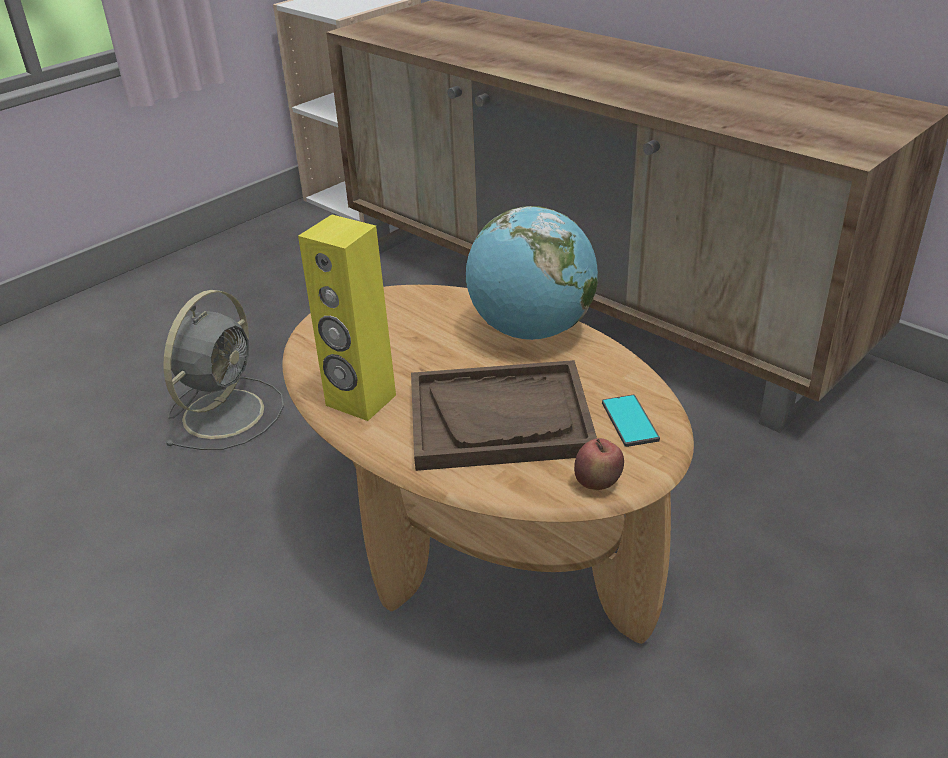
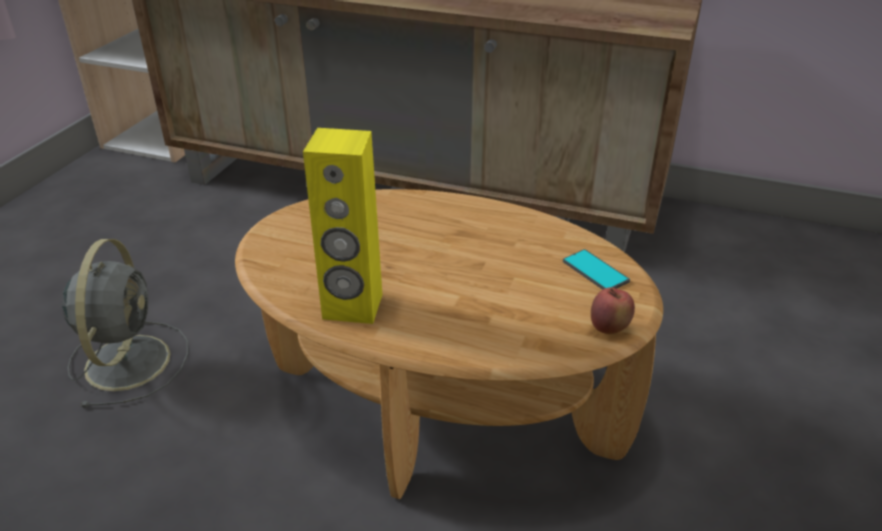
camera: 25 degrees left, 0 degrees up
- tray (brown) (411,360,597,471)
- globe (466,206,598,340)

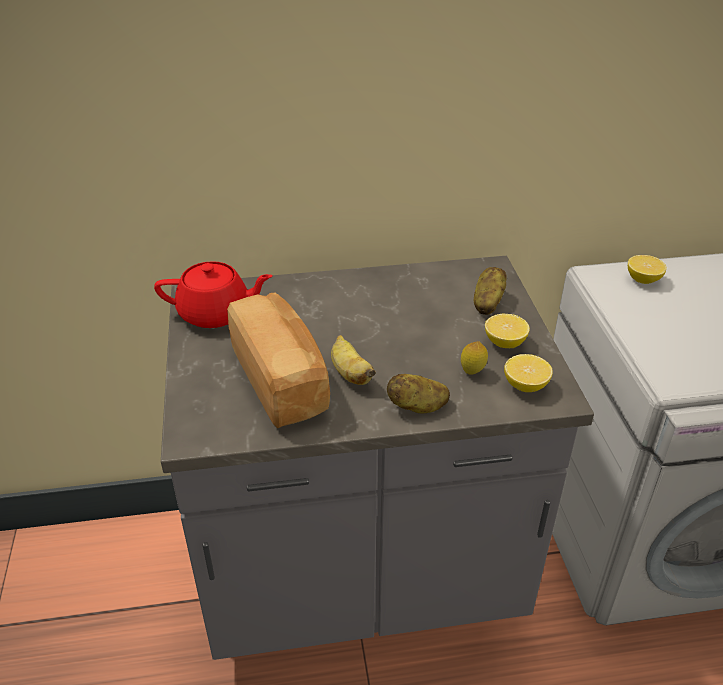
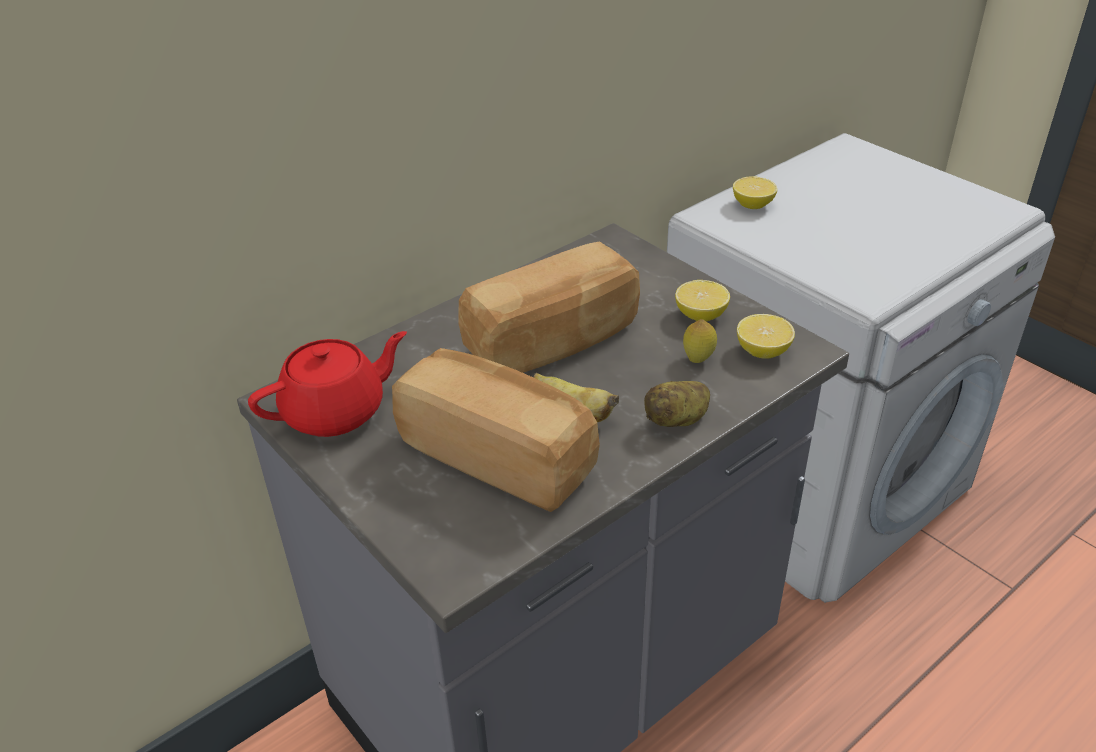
camera: 30 degrees left, 0 degrees up
+ bread (458,242,640,373)
- potato (474,267,507,315)

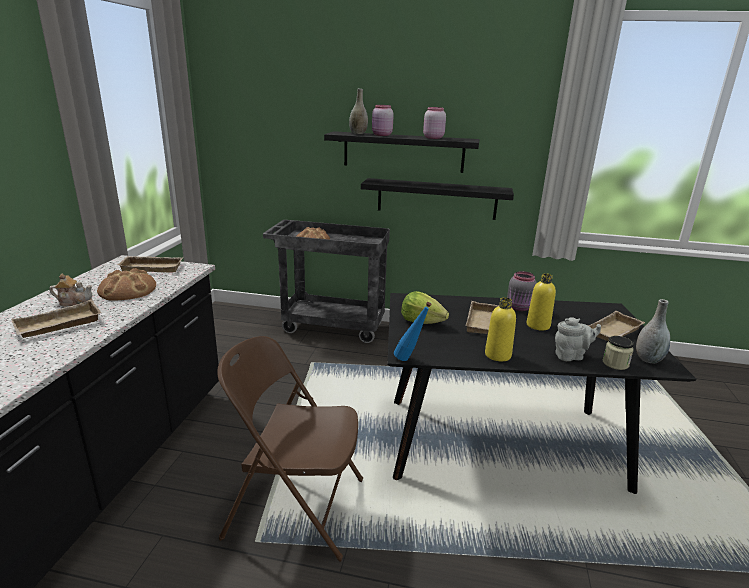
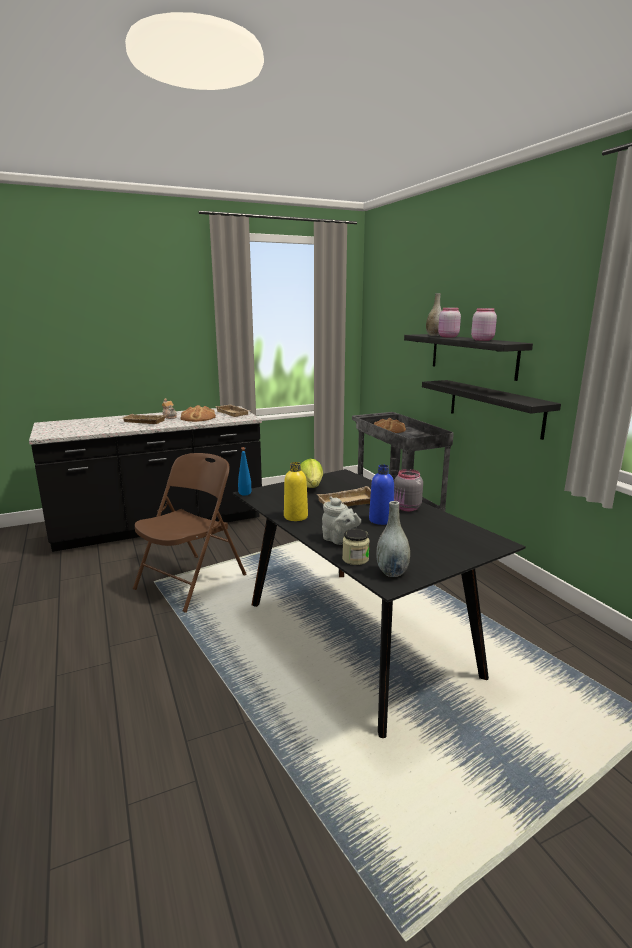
camera: 55 degrees right, 5 degrees down
~ chair (brown) (217,336,363,562) = (133,453,247,613) 60 degrees clockwise
~ bottle (yellow) (526,273,556,330) to bottle (blue) (369,465,394,525)
- tray (beige) (588,311,645,341)

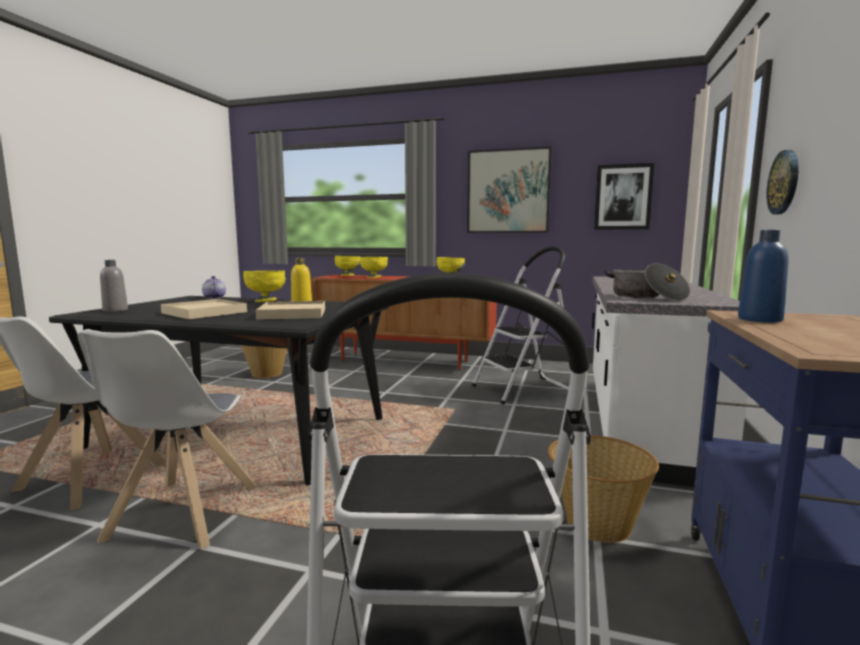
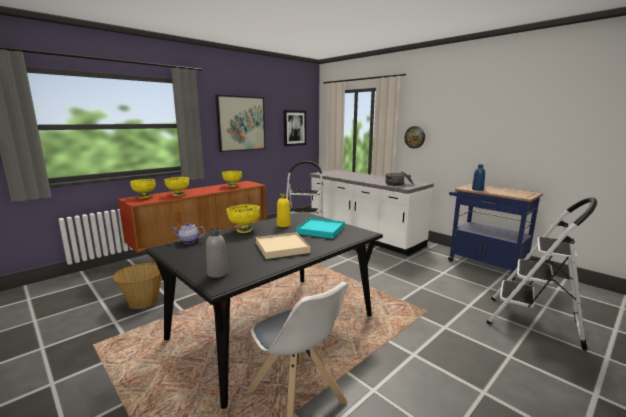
camera: 60 degrees left, 5 degrees up
~ tray (beige) (256,301,325,320) to tray (turquoise) (296,218,345,239)
- chair (77,329,257,549)
- basket (548,435,659,543)

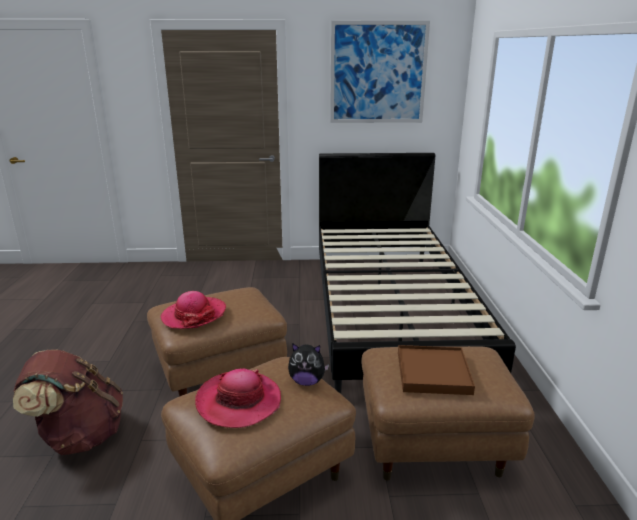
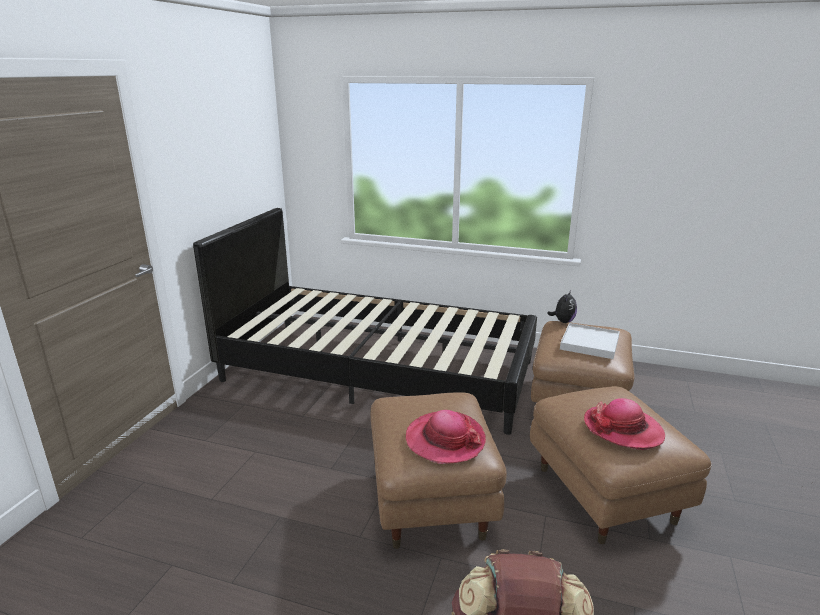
camera: 70 degrees left, 0 degrees up
~ plush toy (288,343,329,386) to (547,291,577,323)
~ tray (brown) (398,345,475,395) to tray (white) (560,323,620,359)
- picture (330,21,430,123)

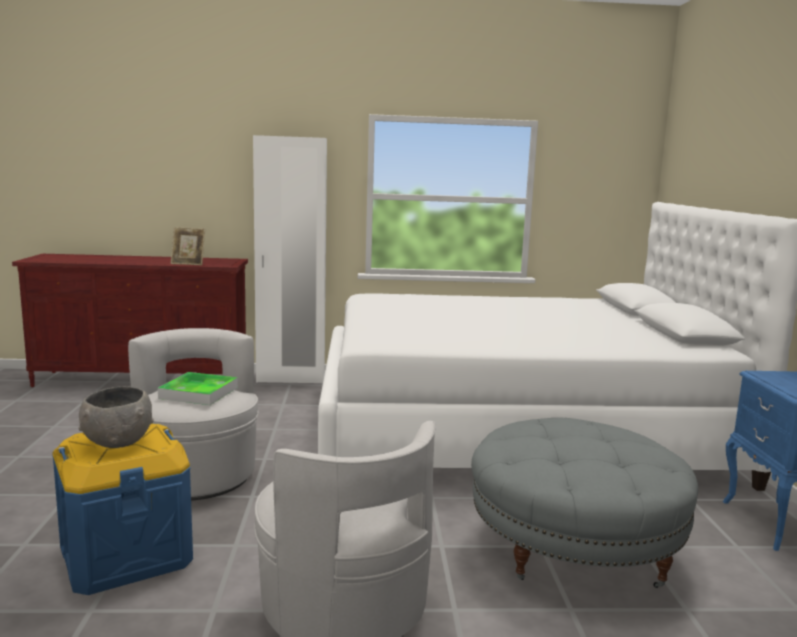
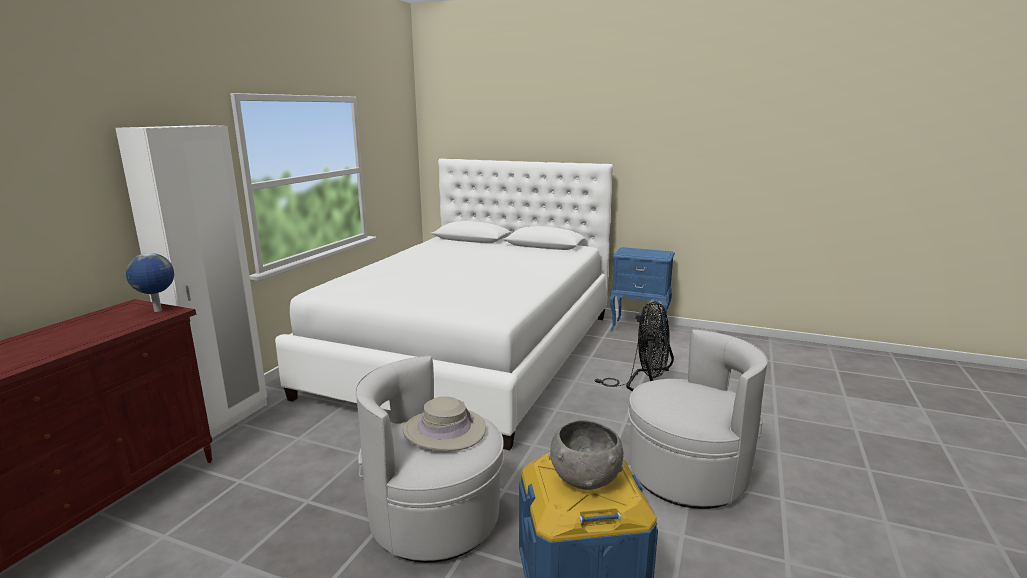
camera: 65 degrees left, 5 degrees up
+ globe (126,253,174,312)
~ tray (158,372,238,405) to hat (beige) (403,396,486,451)
~ ottoman (grey) (471,418,698,588) to fan (black) (595,301,674,391)
- picture frame (171,227,205,265)

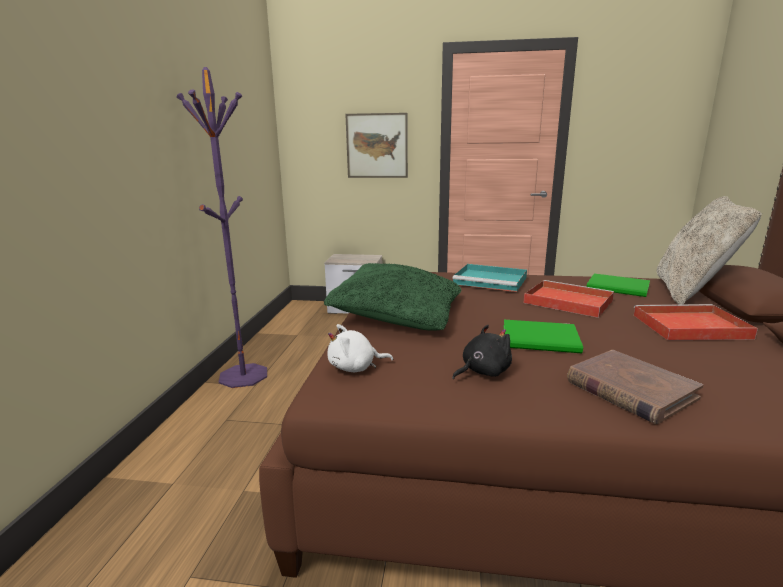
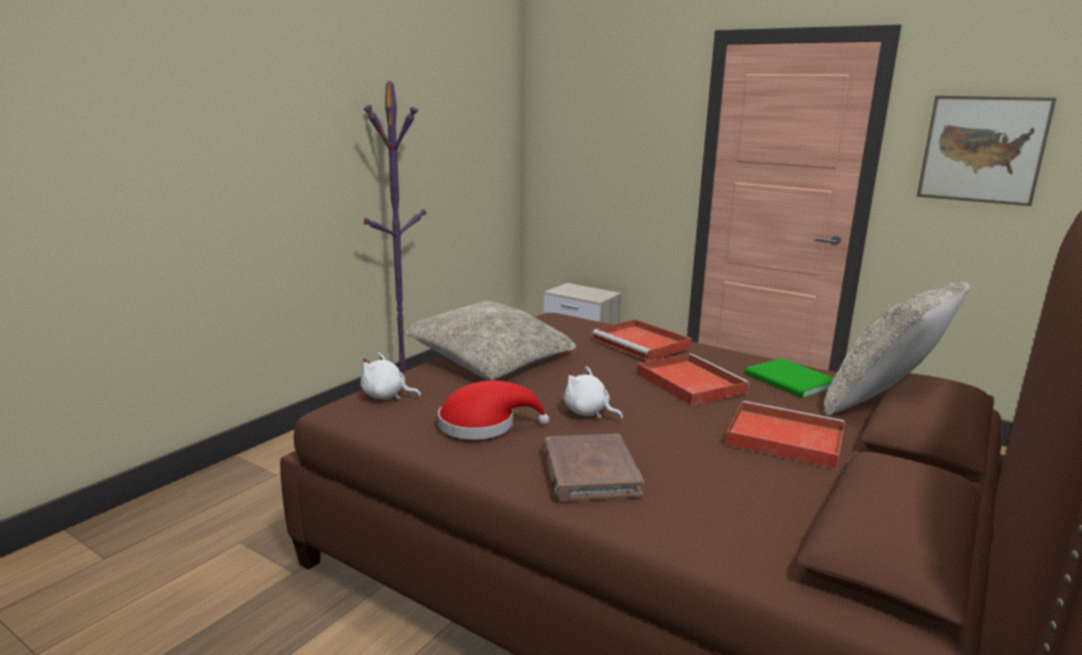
camera: 25 degrees right, 0 degrees up
~ pillow (green) (324,263,461,331) to pillow (beige) (405,301,576,380)
~ plush toy (black) (452,325,512,379) to hat (red) (438,380,549,439)
~ book (green) (504,320,583,353) to plush toy (white) (564,366,623,419)
~ tray (turquoise) (453,264,527,292) to tray (red) (592,319,691,361)
~ picture (345,113,408,178) to (917,96,1056,206)

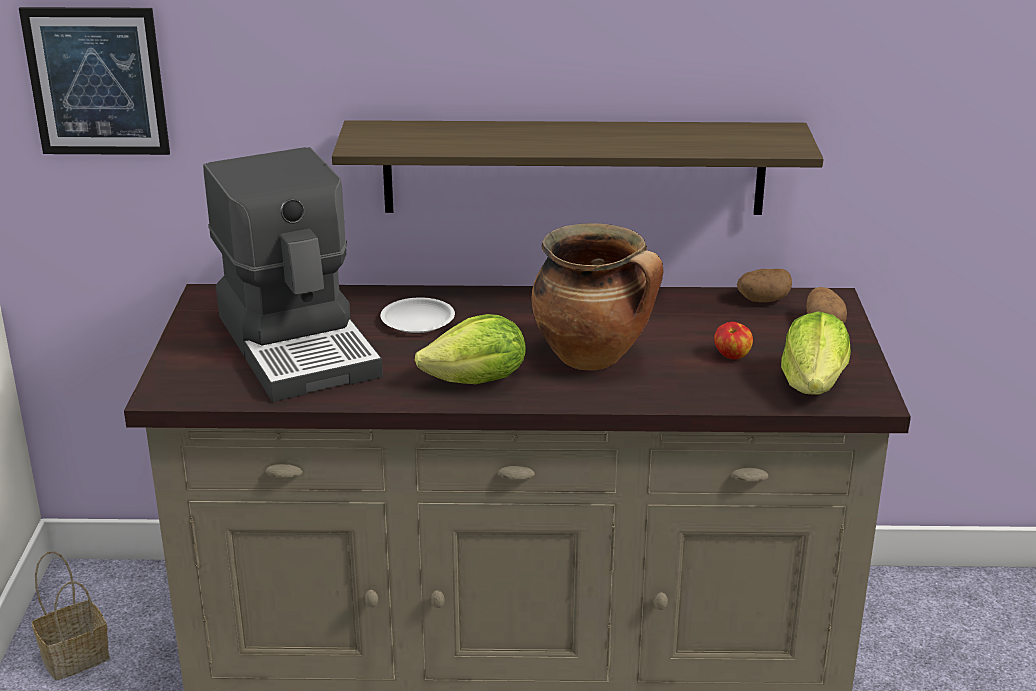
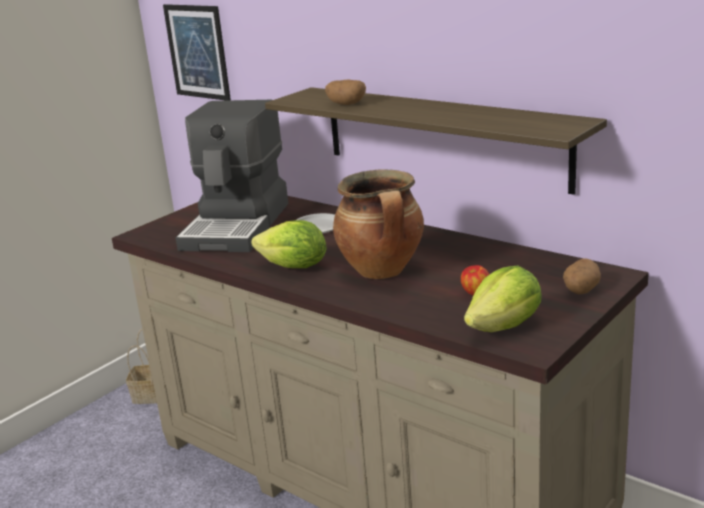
camera: 40 degrees right, 5 degrees down
~ potato (737,269,792,302) to (325,79,366,105)

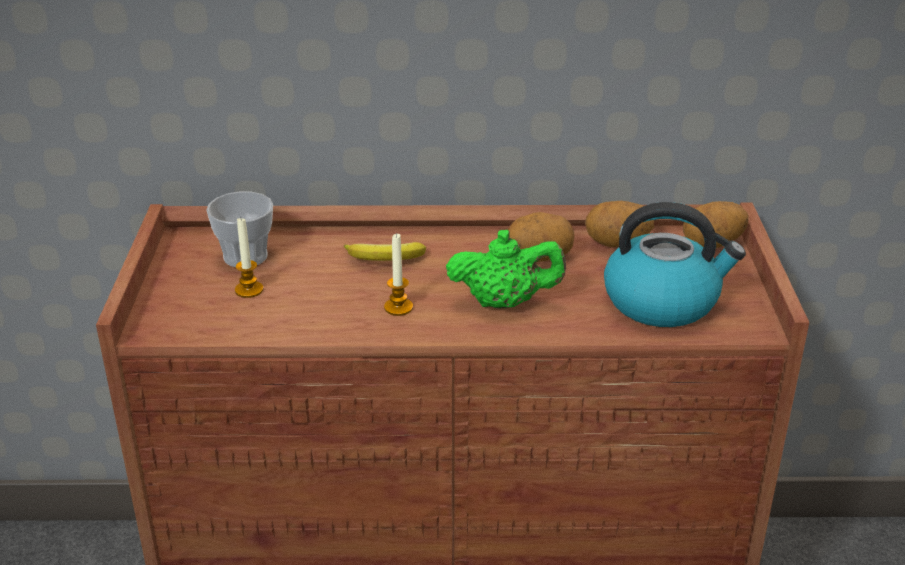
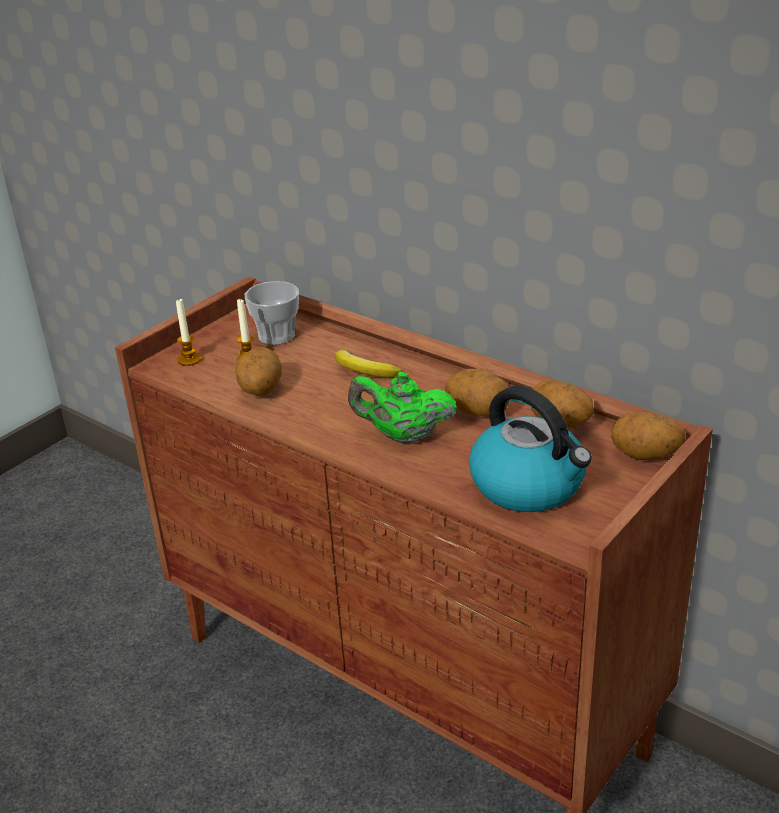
camera: 40 degrees right, 0 degrees up
~ candle (384,233,413,316) to (176,299,201,366)
+ potato (235,347,282,395)
~ teapot (green) (446,230,566,309) = (348,372,457,444) 150 degrees clockwise

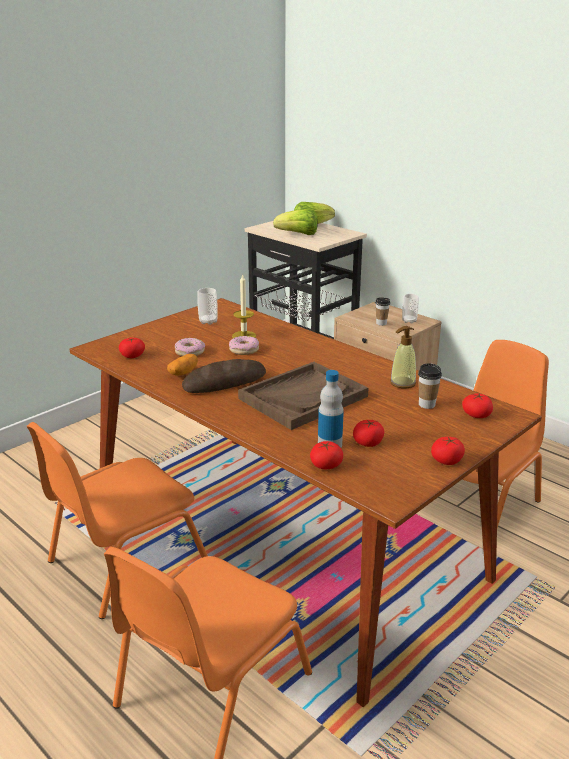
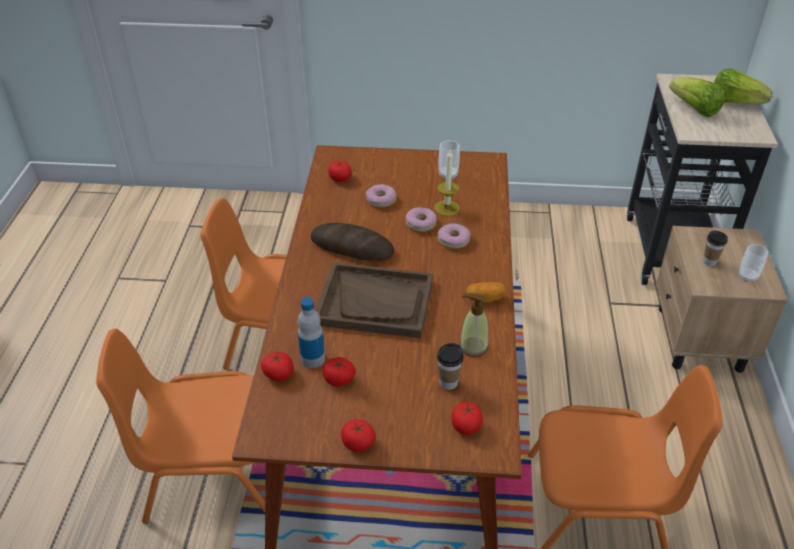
camera: 50 degrees right, 15 degrees up
+ donut (438,223,470,249)
~ potato (167,354,198,376) to (466,282,507,303)

